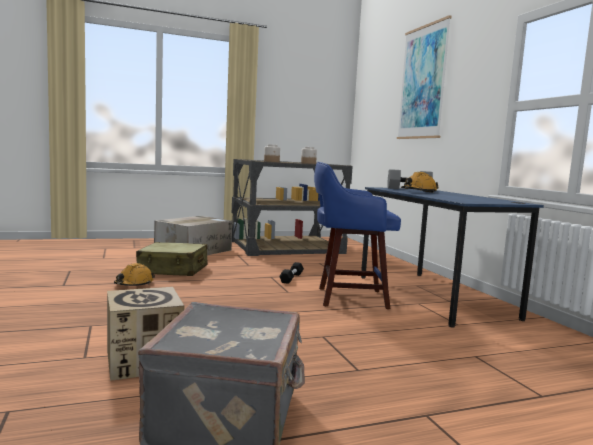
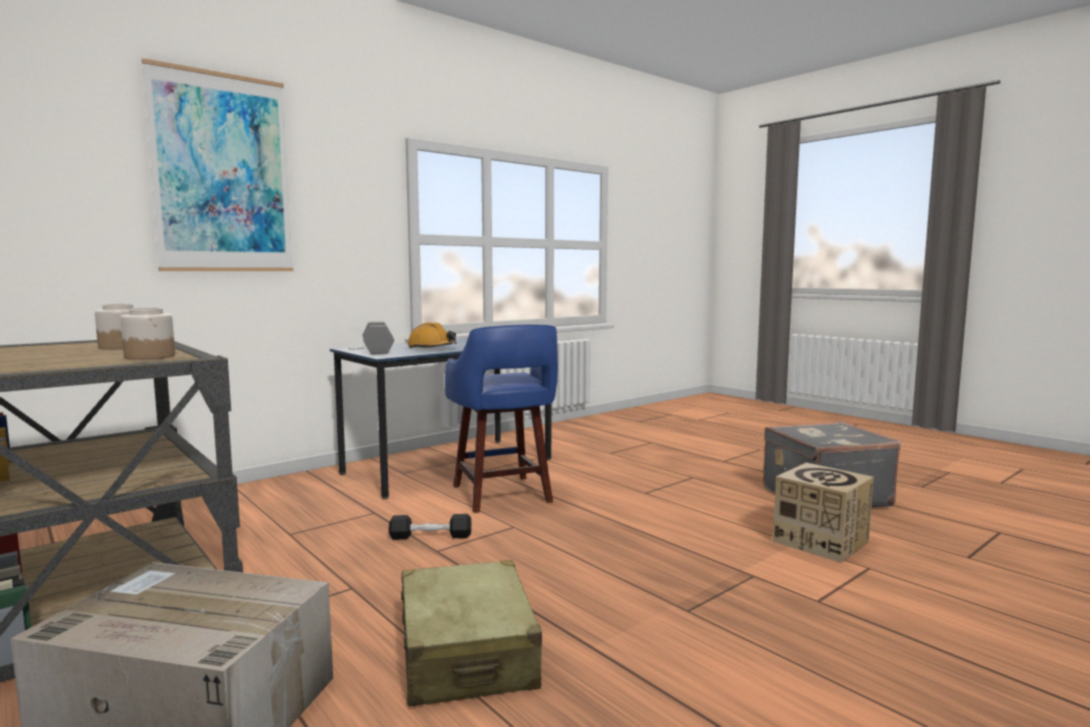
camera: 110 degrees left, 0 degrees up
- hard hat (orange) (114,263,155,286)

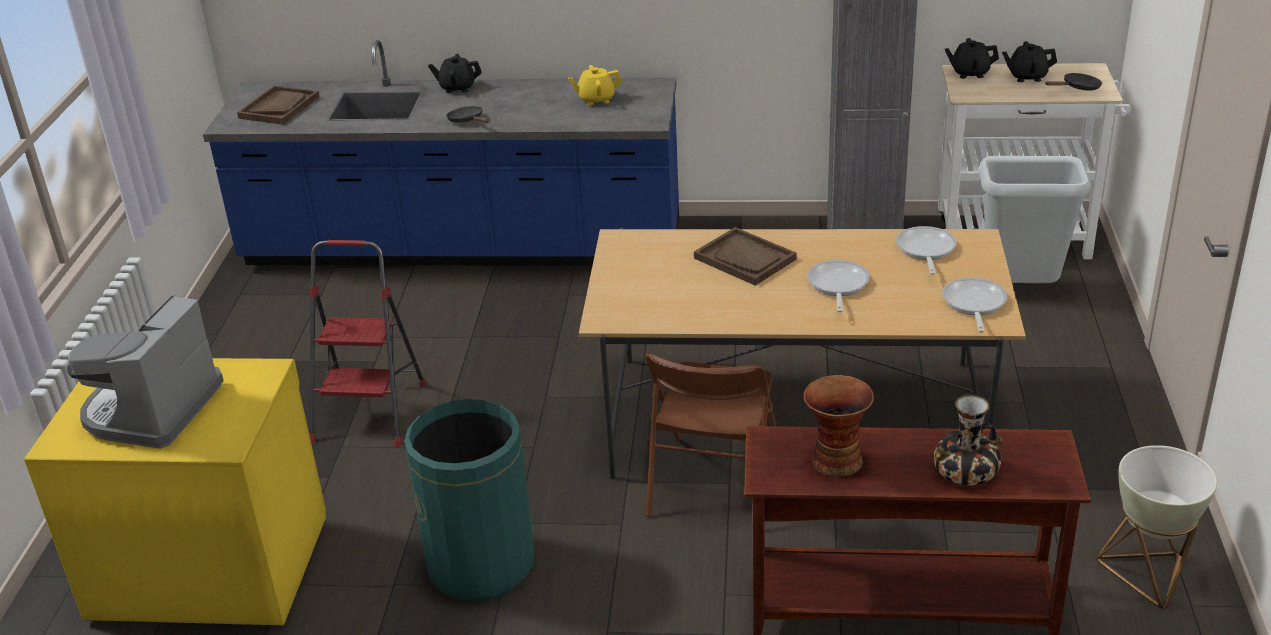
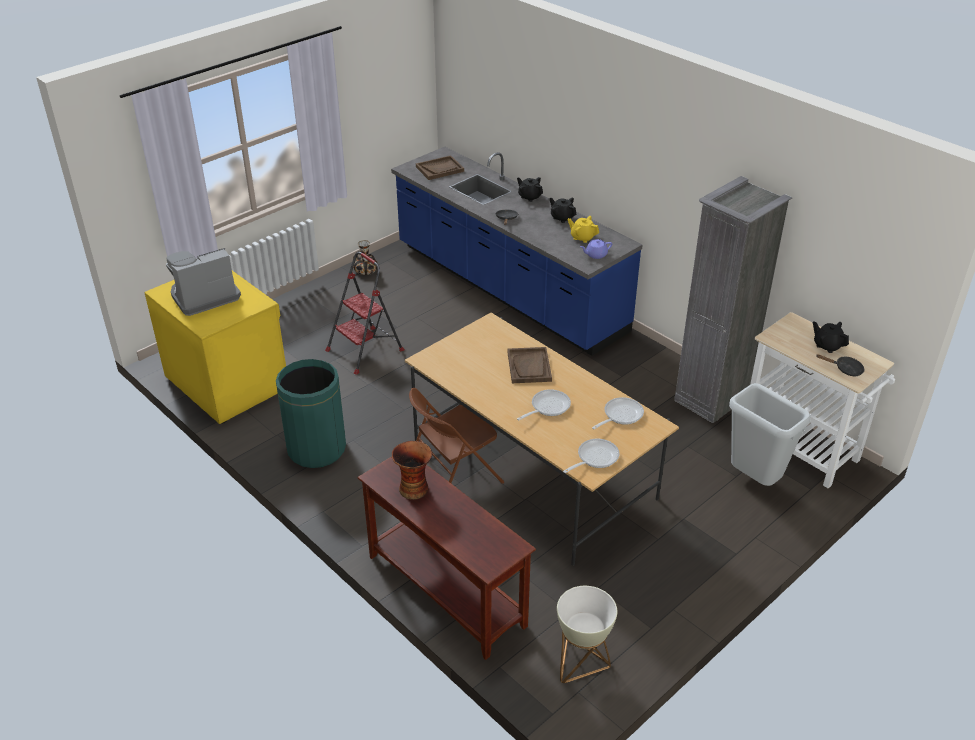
camera: 40 degrees right, 5 degrees up
~ vase (934,395,1002,485) to (353,240,377,275)
~ teapot (black) (945,38,999,79) to (549,198,577,223)
+ teapot (purple) (580,239,612,259)

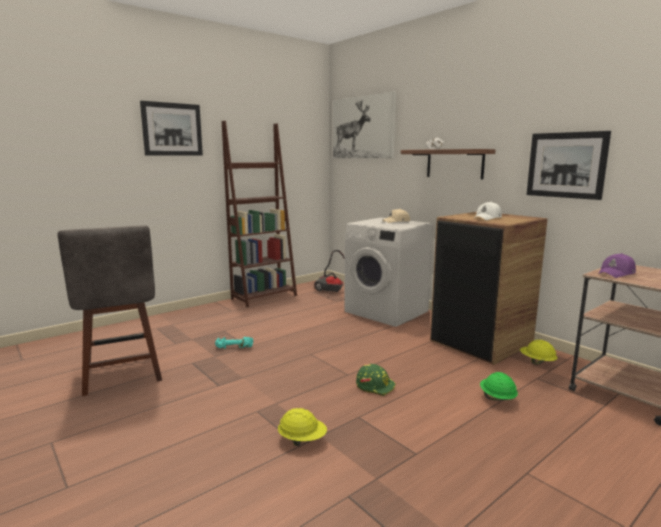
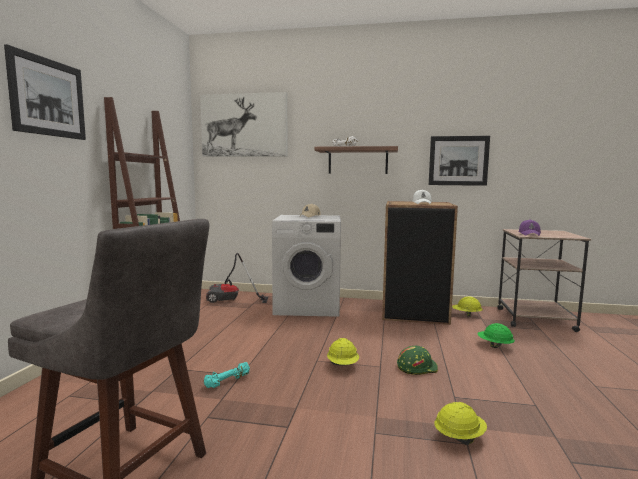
camera: 40 degrees left, 5 degrees down
+ hard hat (yellow) (327,338,359,366)

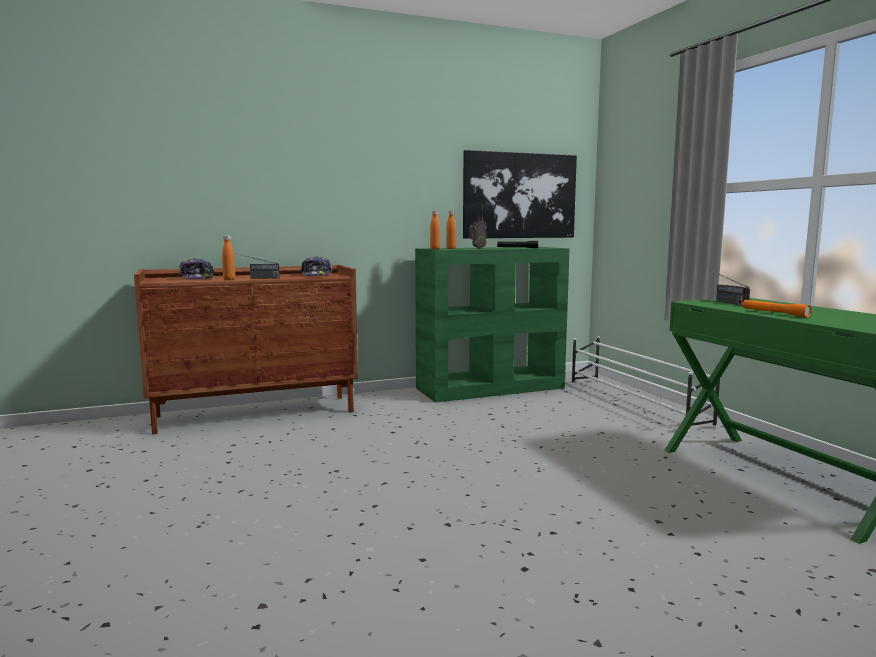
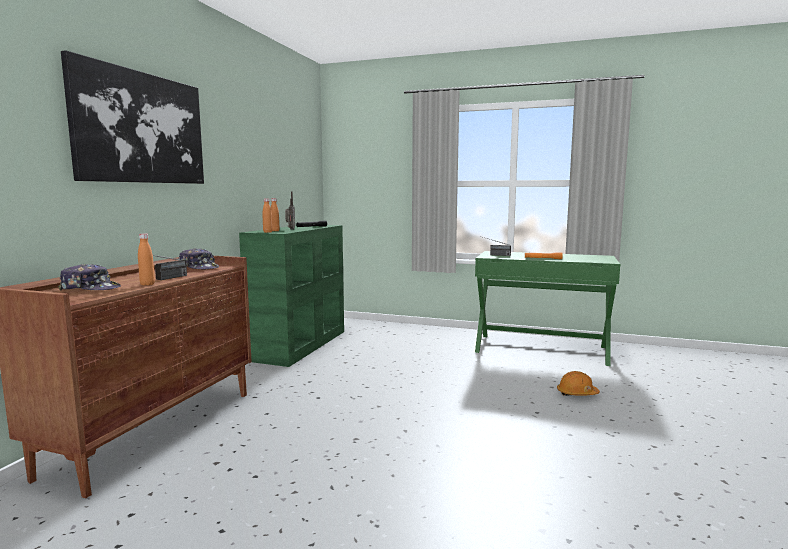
camera: 50 degrees left, 0 degrees up
~ picture (463,150,577,238) to (61,50,204,184)
+ hard hat (orange) (557,371,600,396)
- shoe rack (white) (571,336,720,433)

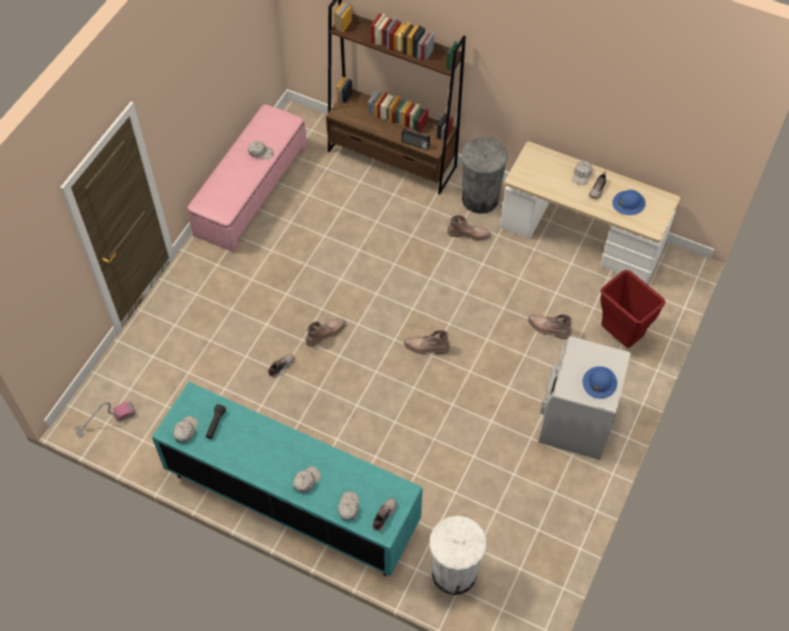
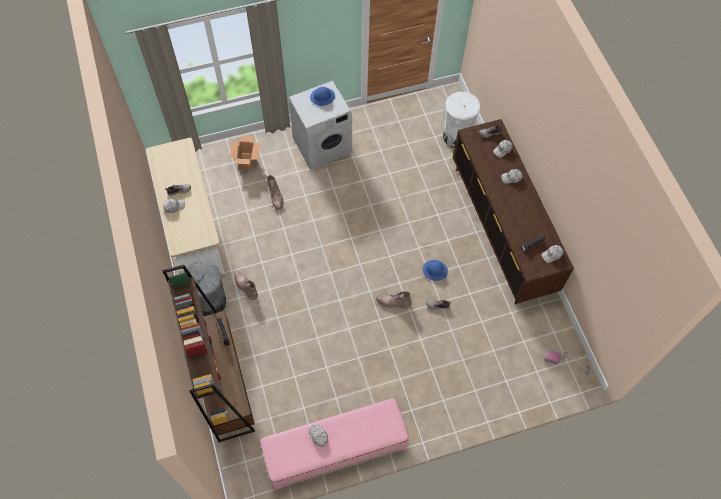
camera: 135 degrees left, 5 degrees up
~ trash can (red) (600,270,666,348) to cardboard box (230,136,261,170)
~ hard hat (blue) (612,190,646,215) to (423,260,448,281)
~ cabinet (turquoise) (152,382,423,576) to cabinet (brown) (453,119,574,305)
- boot (brown) (404,330,450,354)

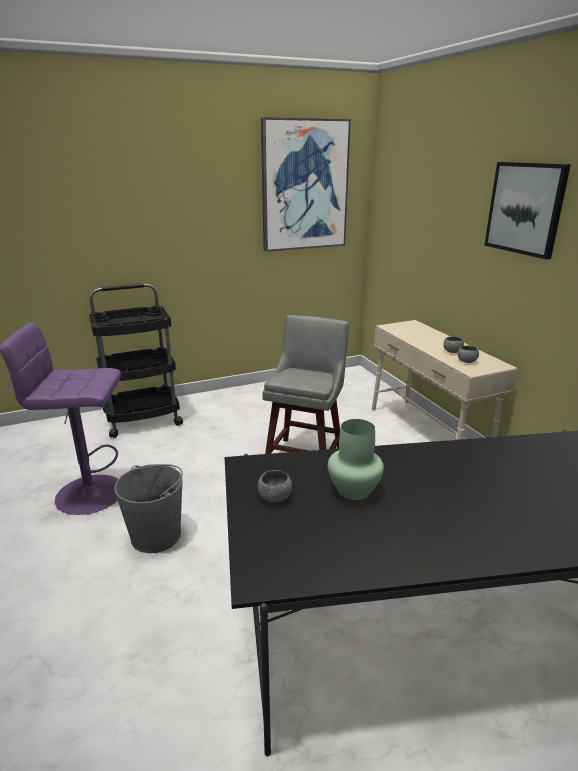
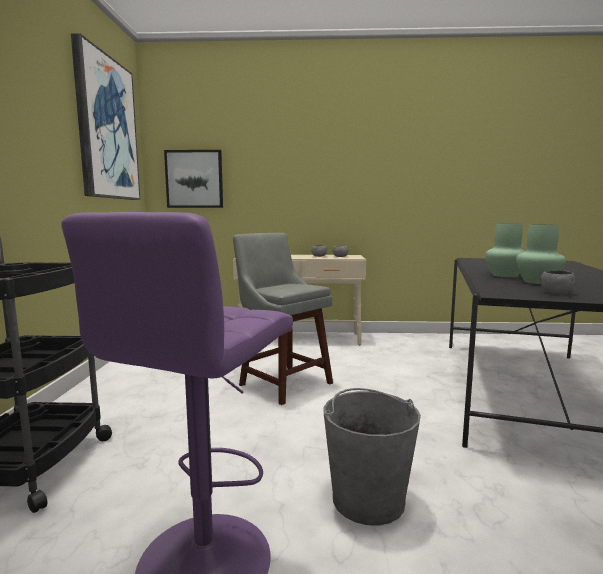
camera: 65 degrees left, 15 degrees down
~ picture (484,162,571,259) to (164,150,223,208)
+ vase (green) (485,224,525,277)

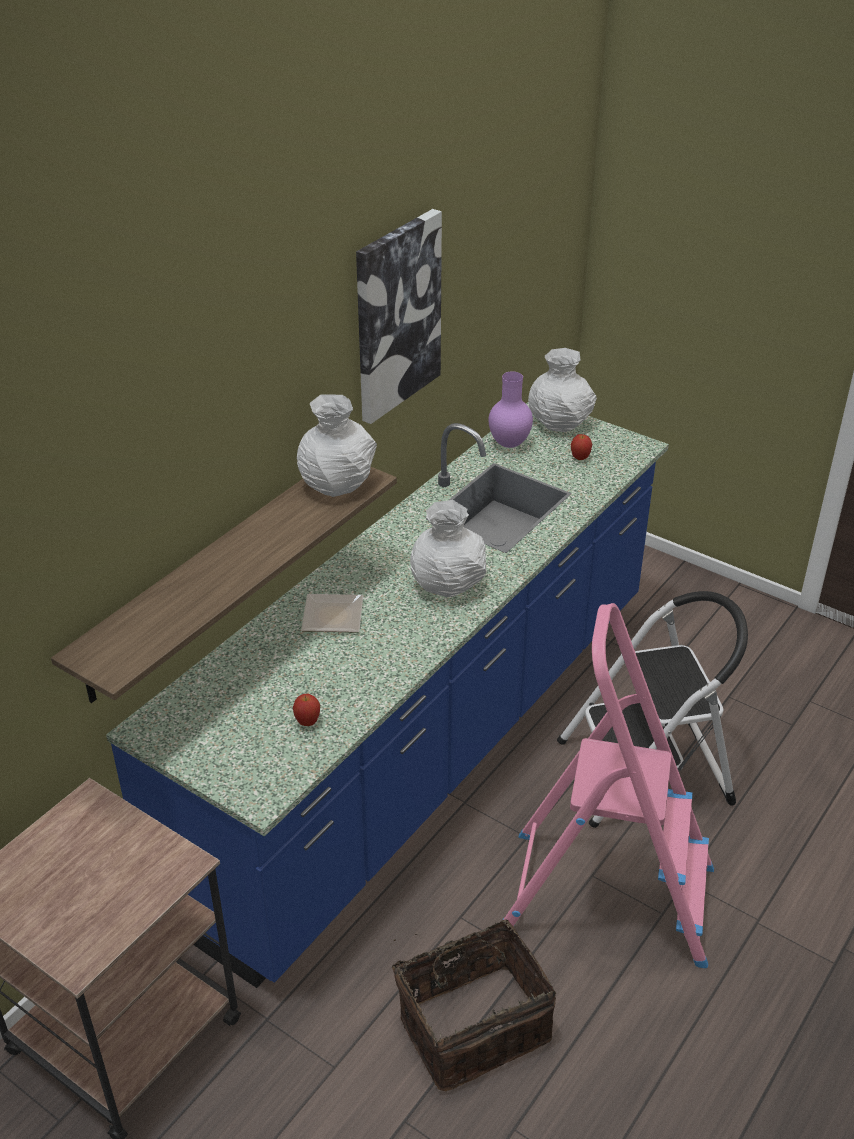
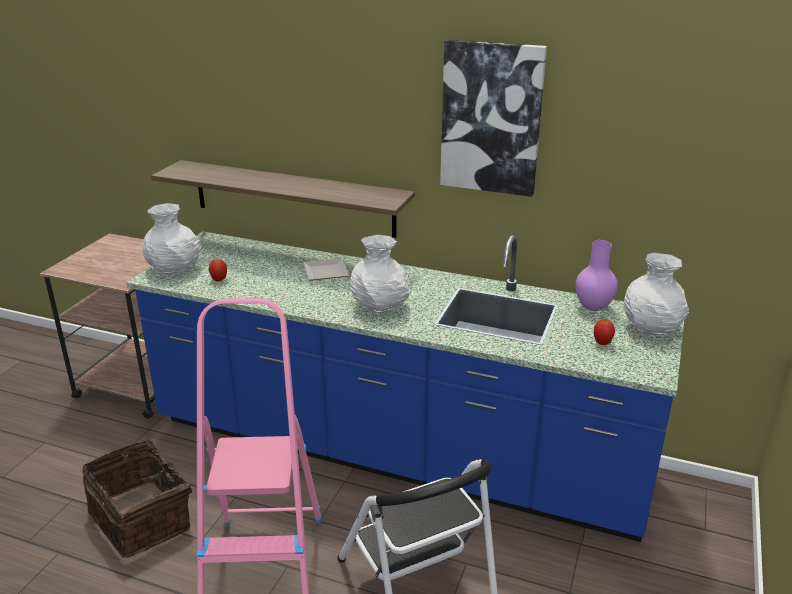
camera: 75 degrees right, 10 degrees down
~ vase (white) (297,394,377,497) to (142,203,202,275)

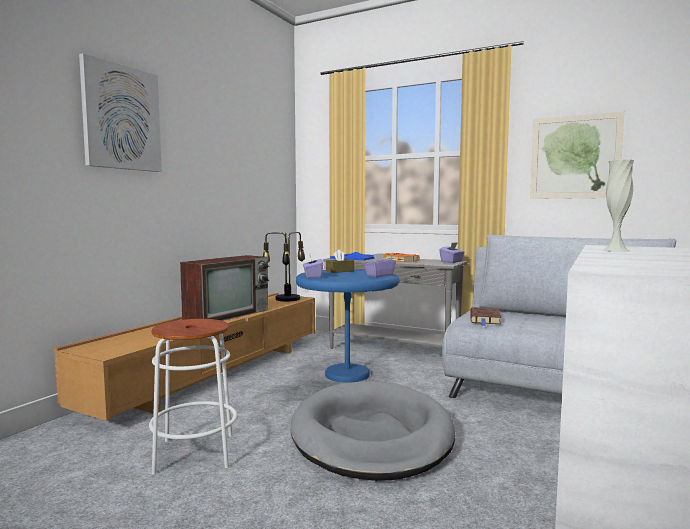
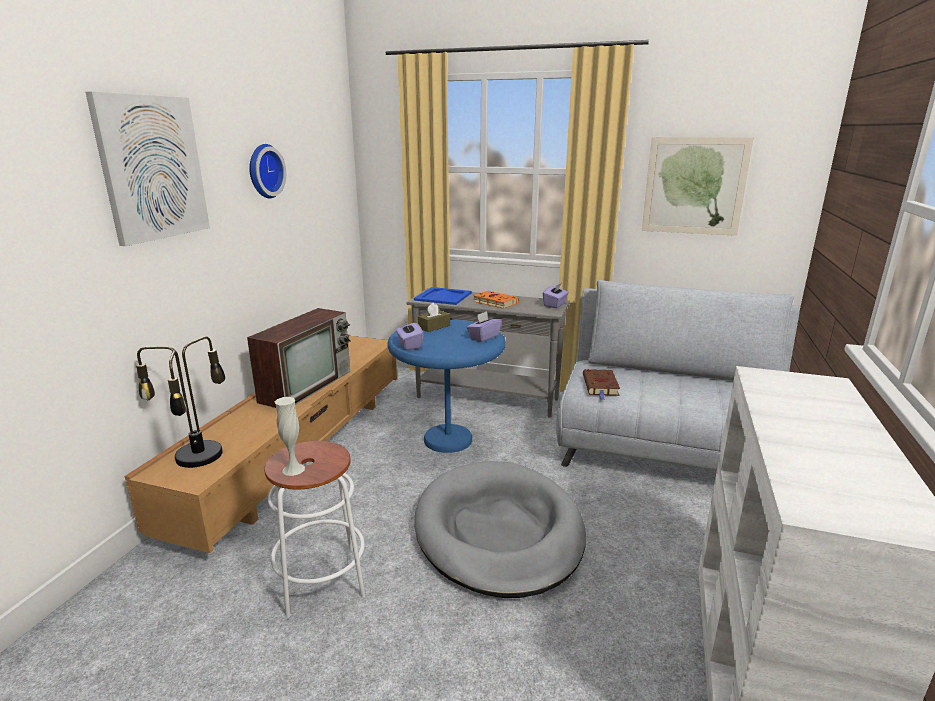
camera: 10 degrees left, 15 degrees up
~ table lamp (263,232,305,301) to (136,336,225,468)
+ wall clock (249,144,286,198)
~ vase (white) (602,160,634,252) to (275,397,305,476)

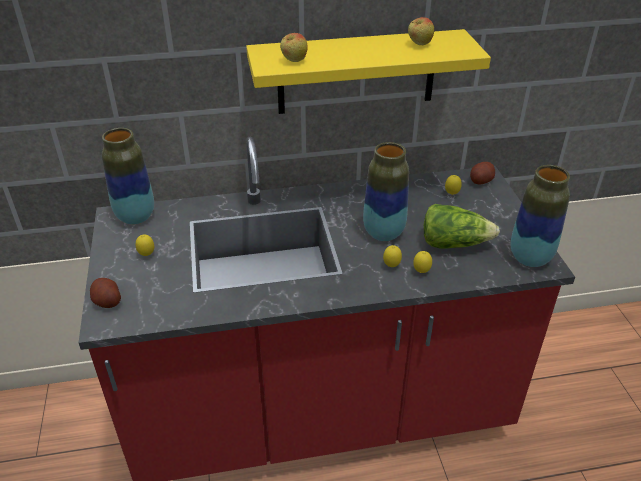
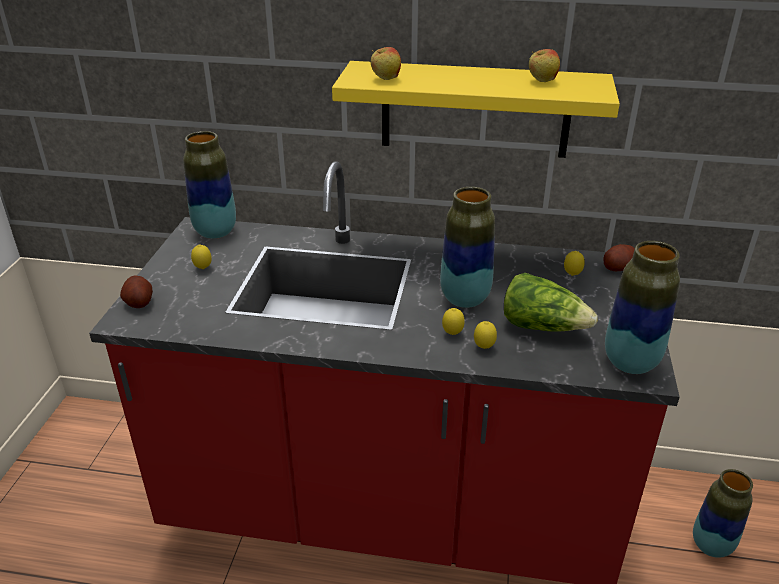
camera: 20 degrees right, 5 degrees down
+ vase (693,469,753,558)

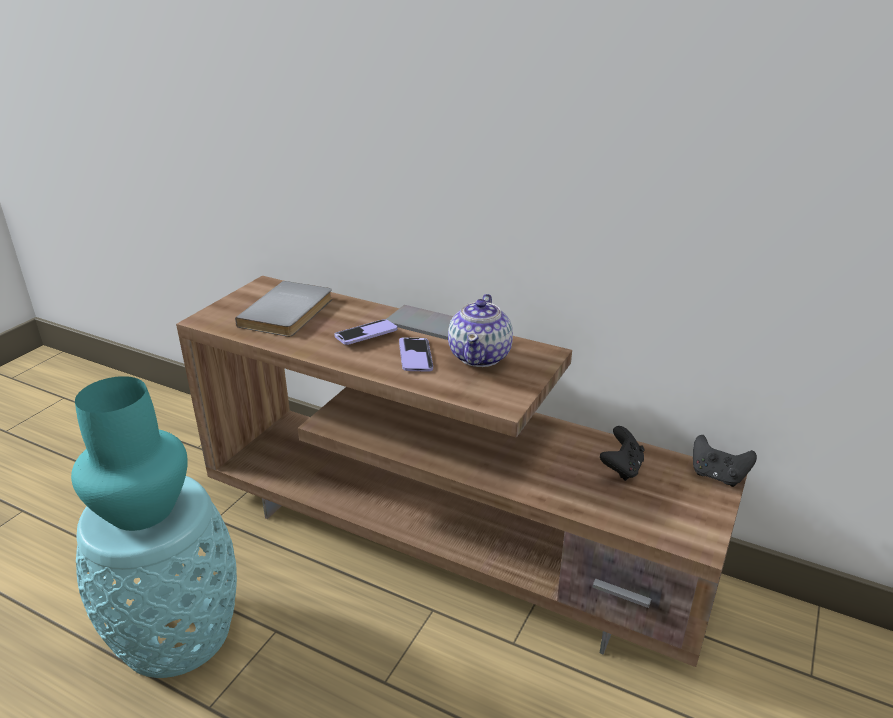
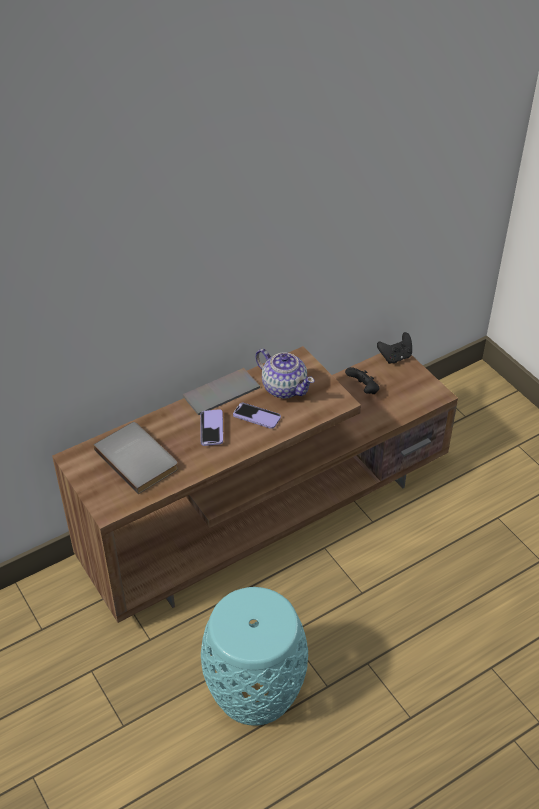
camera: 60 degrees left, 15 degrees up
- vase (turquoise) (71,376,188,531)

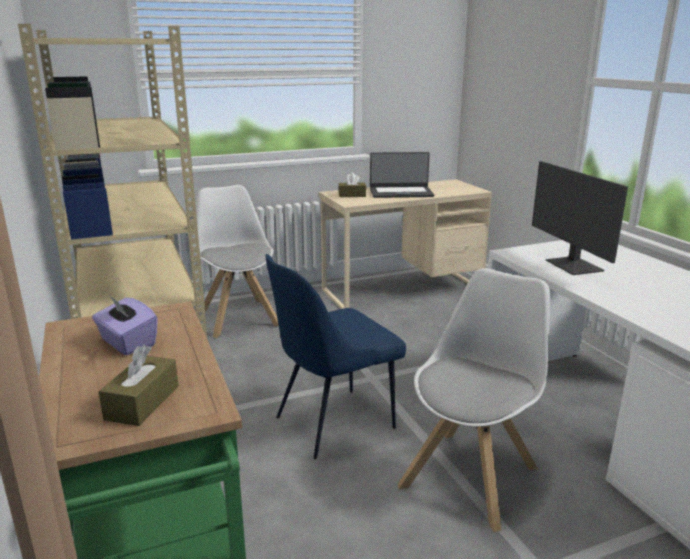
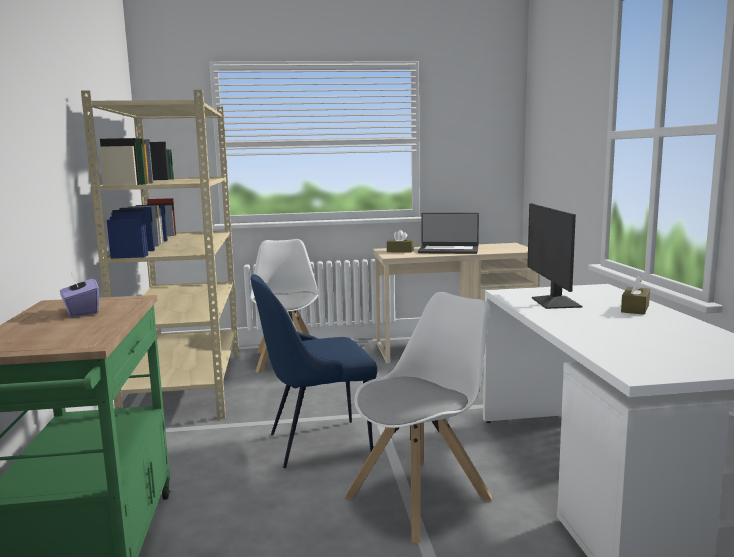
camera: 15 degrees right, 10 degrees down
~ tissue box (brown) (98,345,179,426) to (621,275,650,315)

